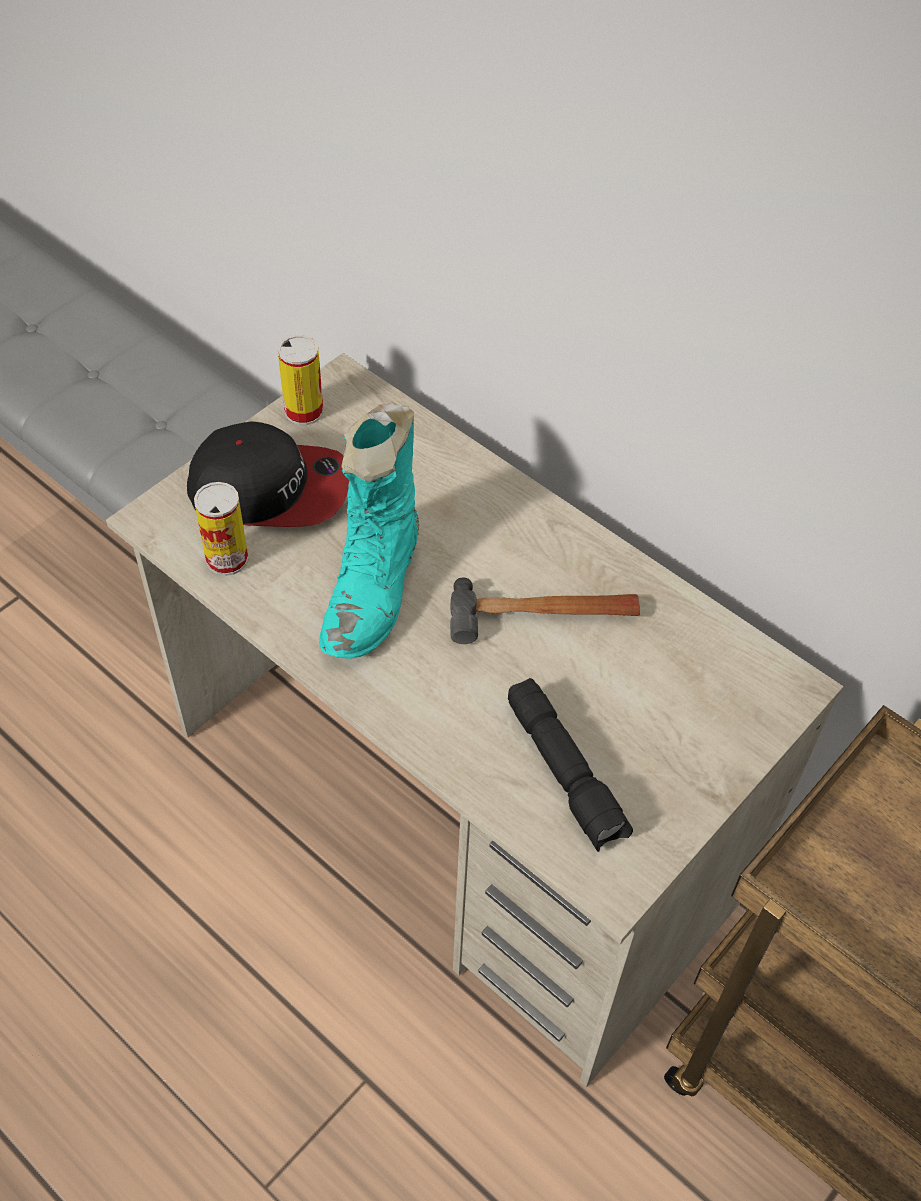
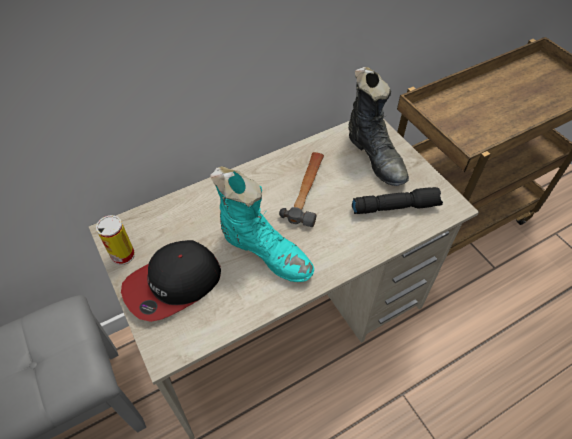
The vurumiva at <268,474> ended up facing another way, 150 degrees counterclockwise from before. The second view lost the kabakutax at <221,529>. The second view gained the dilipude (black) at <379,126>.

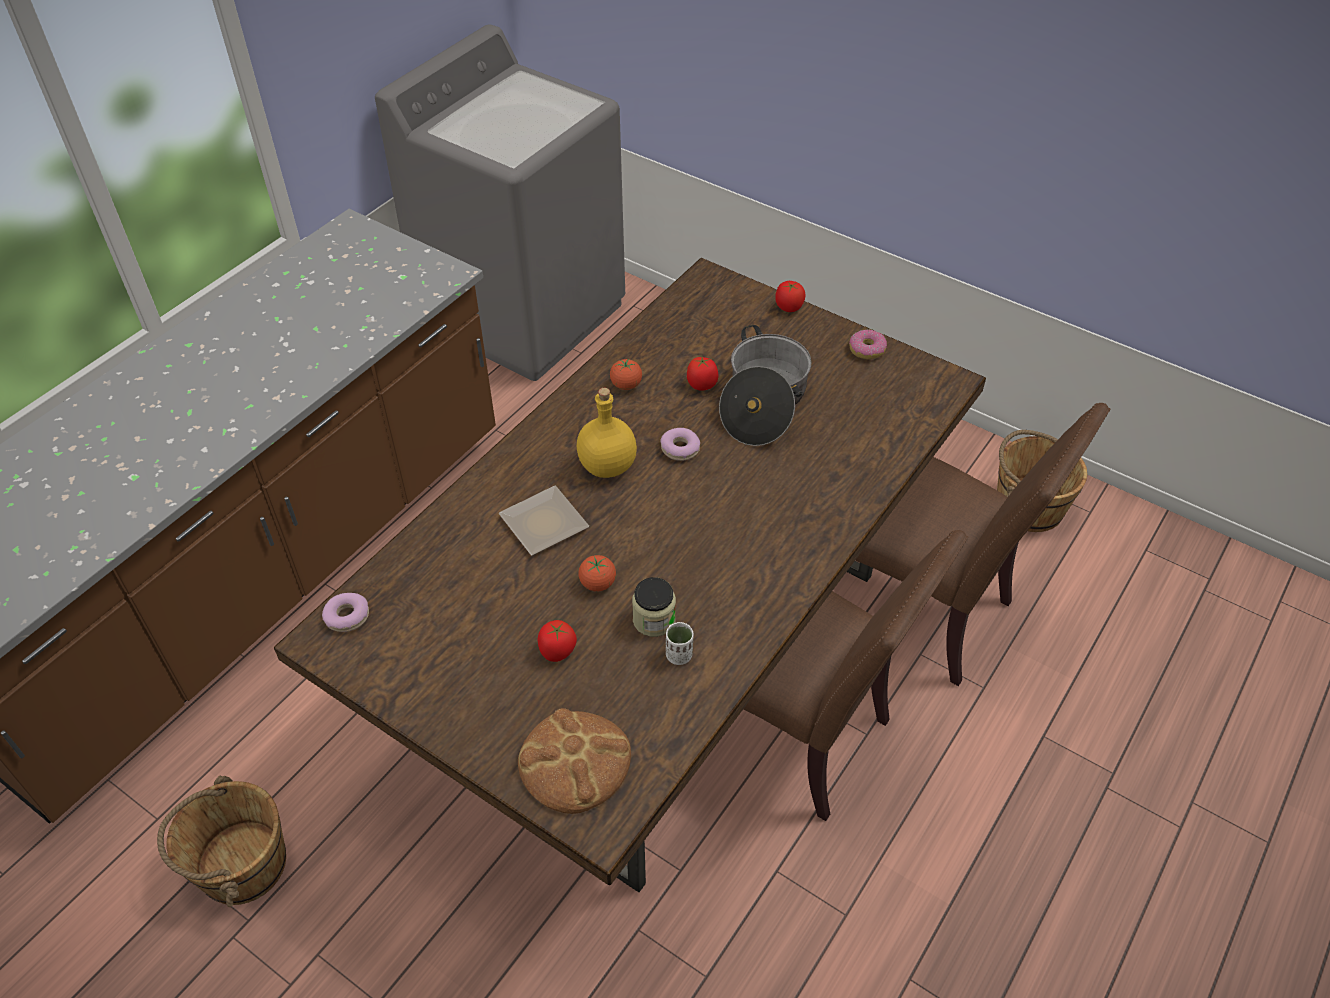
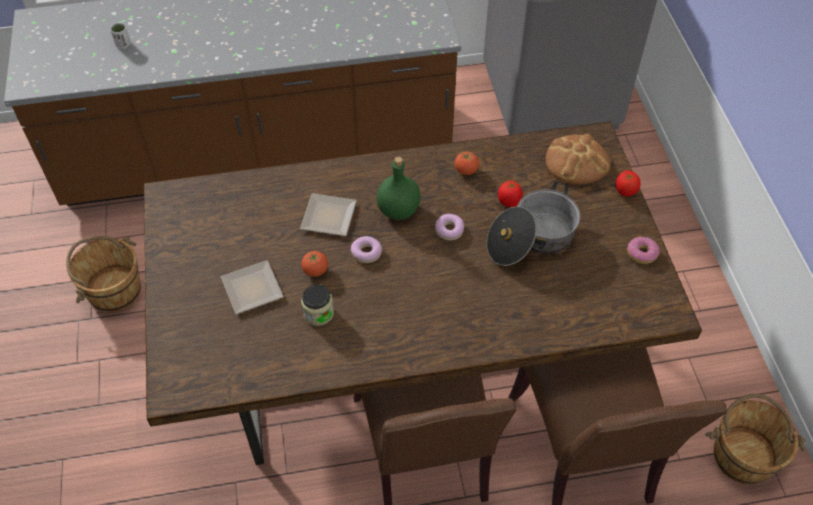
The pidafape ended up elsewhere, having gone from <345,612> to <366,249>. The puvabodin ended up elsewhere, having gone from <574,761> to <578,158>. Where the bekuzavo stood at <557,641>, the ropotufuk came to stand at <252,287>. What was the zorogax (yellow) at <607,433> turned into the zorogax (green) at <398,188>. The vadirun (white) ended up elsewhere, having gone from <680,643> to <120,35>.

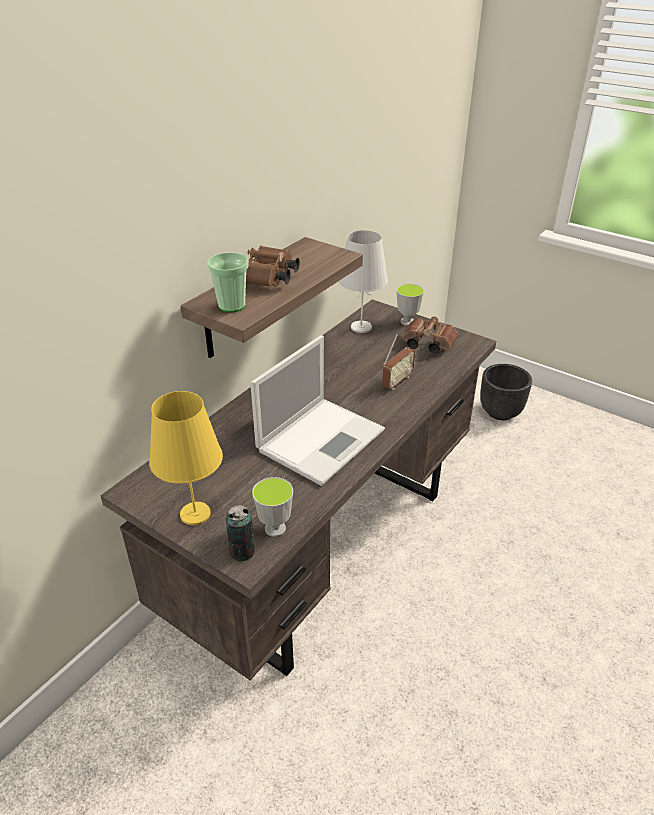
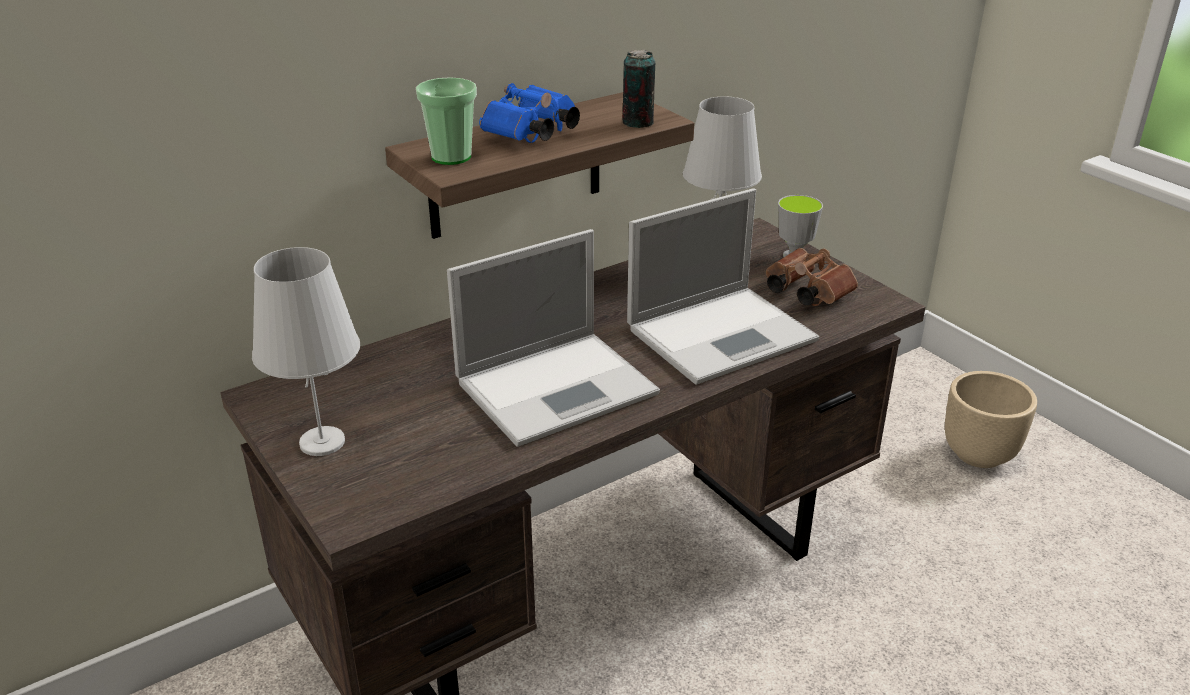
What was the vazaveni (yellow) at <186,458> turned into the vazaveni (white) at <306,351>. The kabakutax ended up elsewhere, having gone from <240,533> to <638,88>. What was the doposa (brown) at <273,266> turned into the doposa (blue) at <529,113>. The second view lost the vadirun at <272,507>. Where the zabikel stood at <398,362>, the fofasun came to stand at <723,287>. What was the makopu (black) at <506,392> turned into the makopu (beige) at <991,419>.

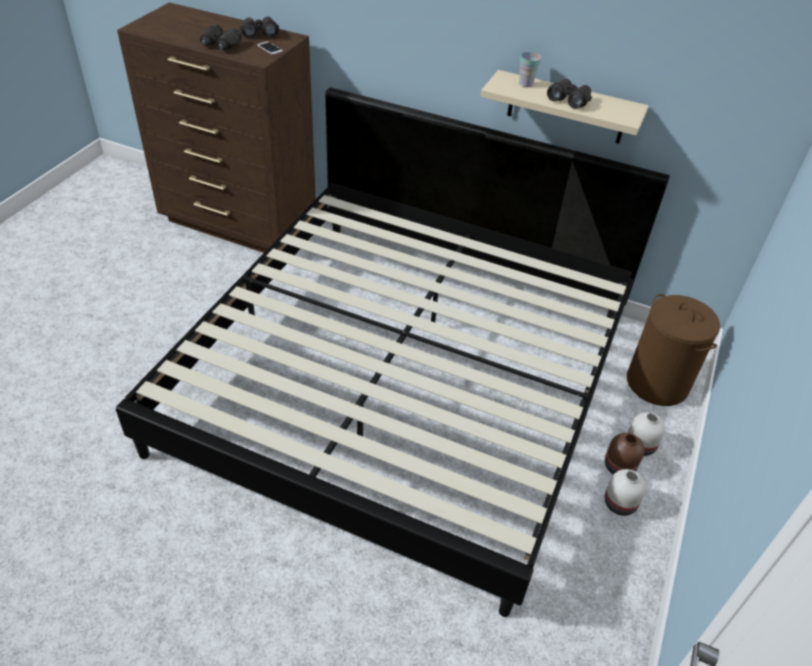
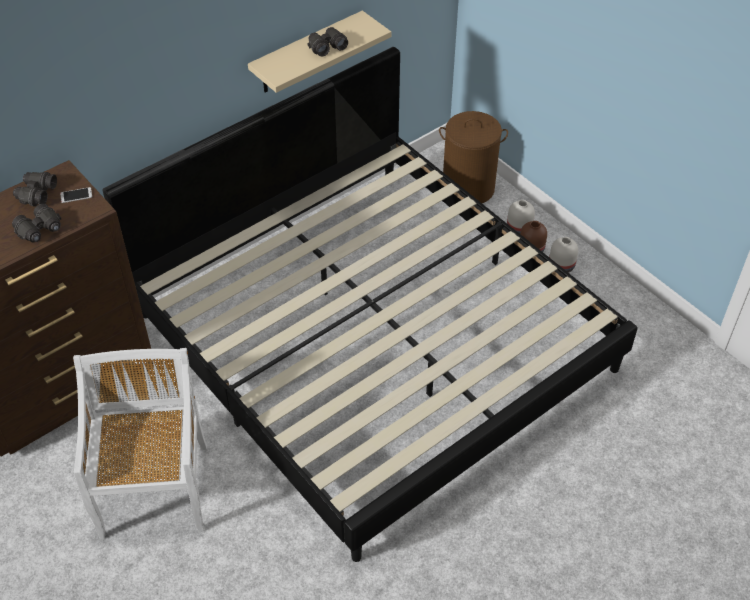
The second view lost the vadirun at <530,69>. The second view gained the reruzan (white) at <140,444>.

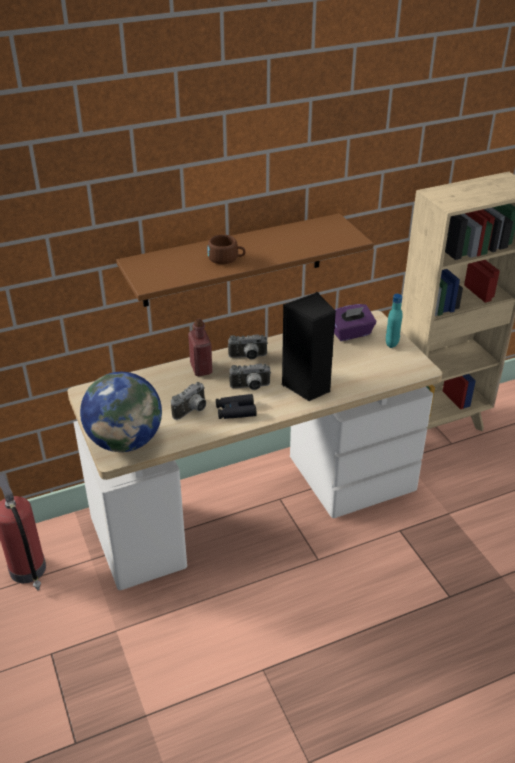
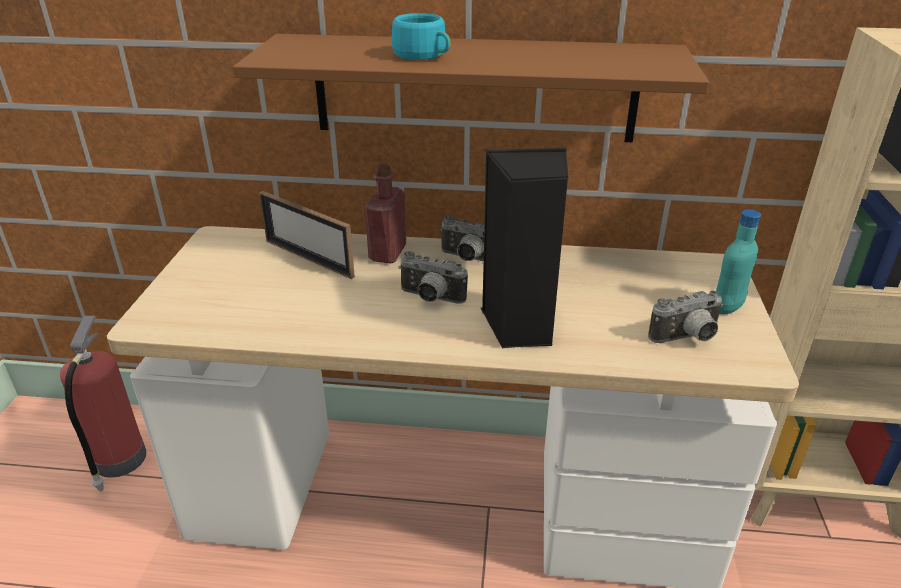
The second view lost the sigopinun at <121,412>. The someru ended up elsewhere, having gone from <188,401> to <685,316>. What was the vadirun (brown) at <226,249> turned into the vadirun (turquoise) at <421,36>. The second view lost the doposa (black) at <236,406>. The second view lost the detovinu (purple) at <355,322>. The second view gained the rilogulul at <307,235>.

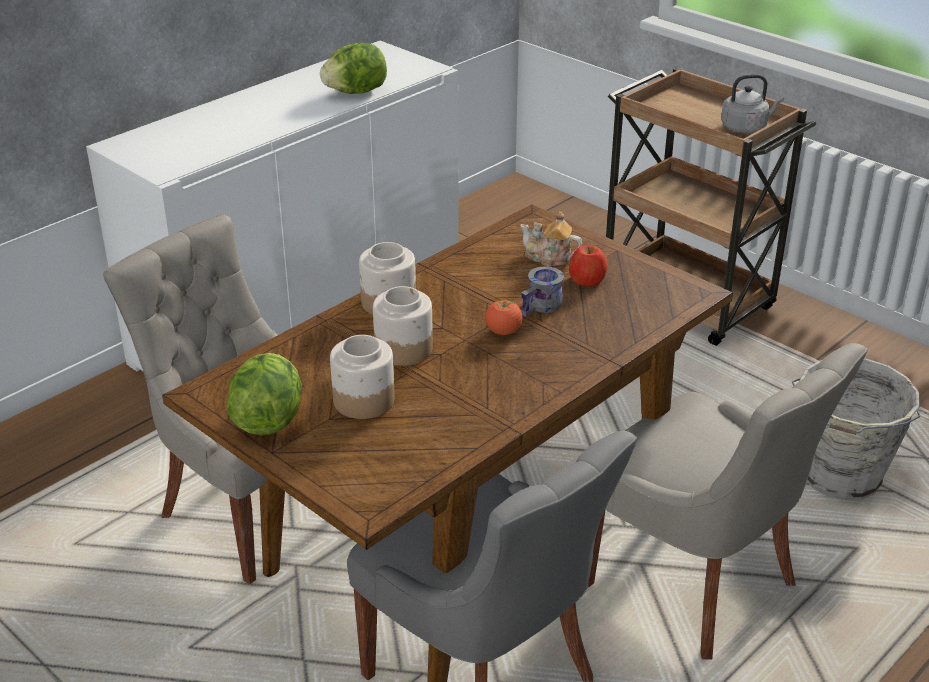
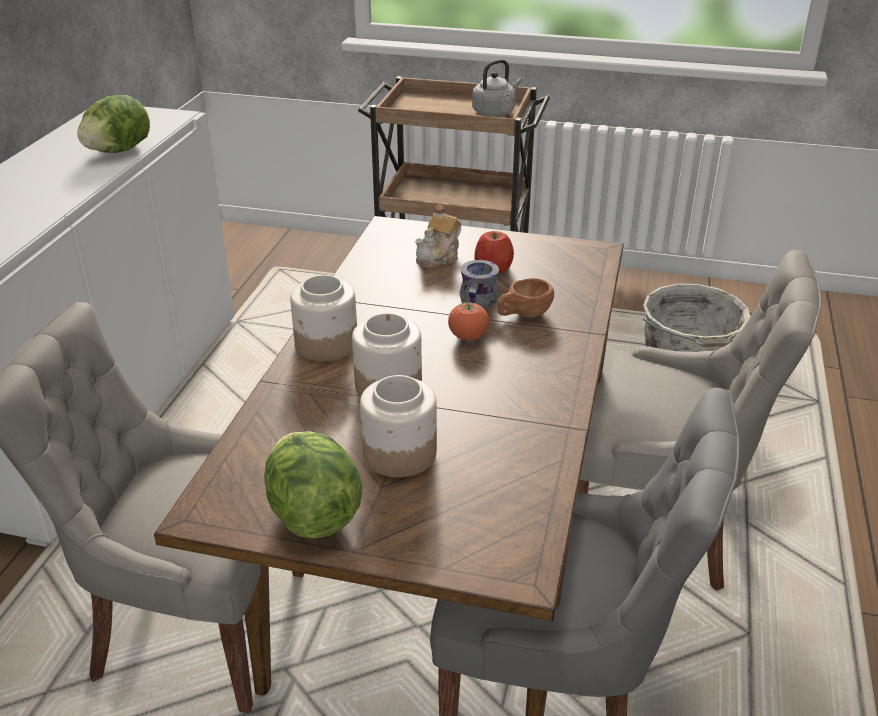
The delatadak at <551,239> ended up facing another way, 45 degrees counterclockwise from before. The second view gained the vadirun (brown) at <526,298>.

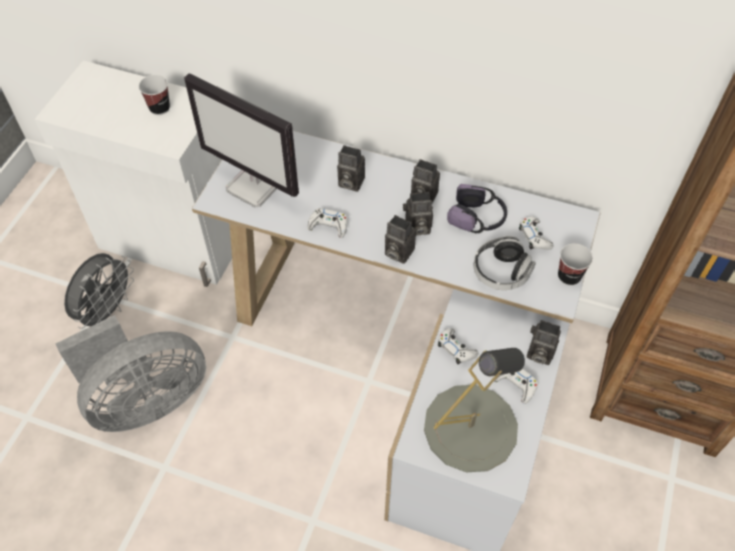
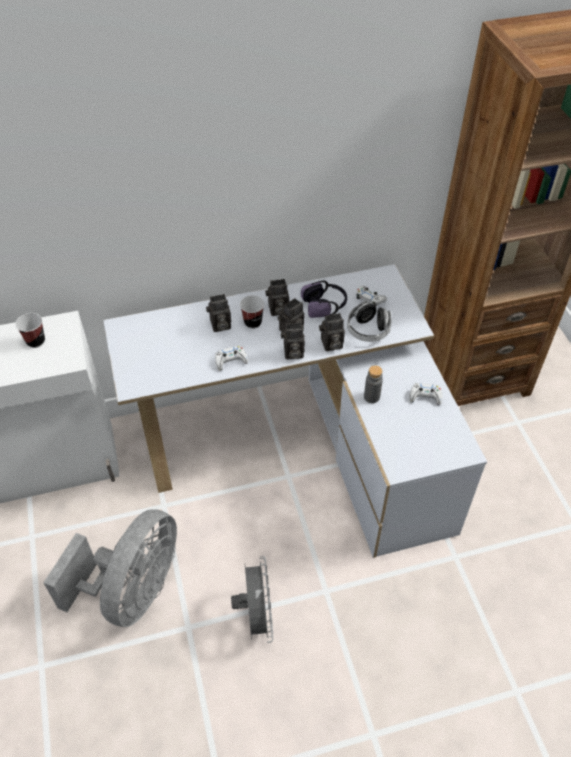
The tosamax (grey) ended up elsewhere, having gone from <99,291> to <252,599>. The second view lost the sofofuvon at <241,140>. The second view lost the vazaveni (grey) at <474,410>. Where the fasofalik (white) stood at <458,346>, the zorogax (grey) came to stand at <373,384>. The someru ended up elsewhere, having gone from <544,342> to <332,332>. The vadirun ended up elsewhere, having gone from <575,264> to <252,312>.

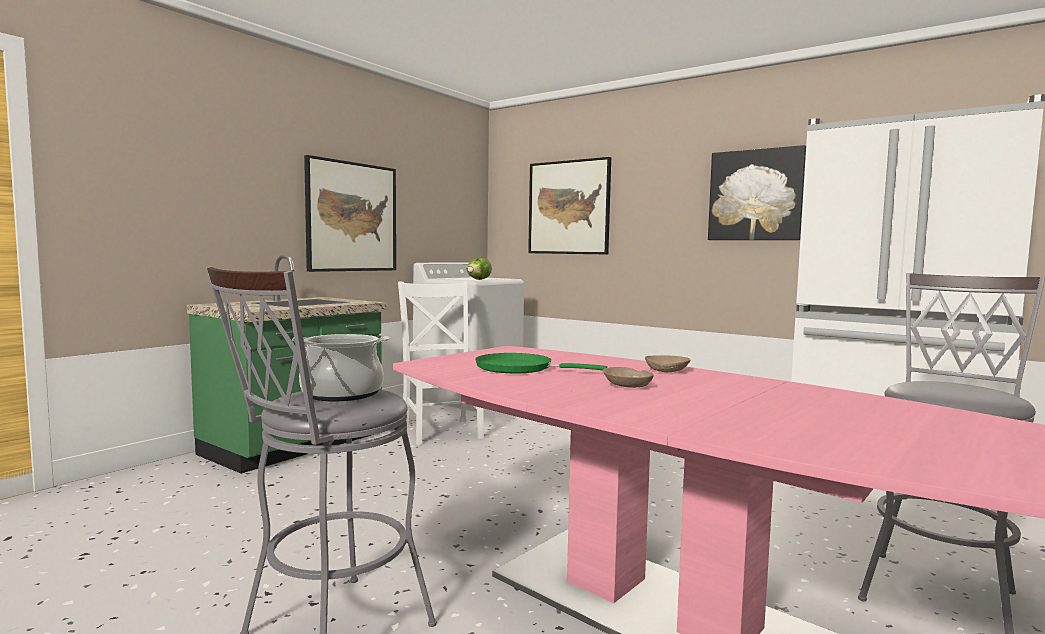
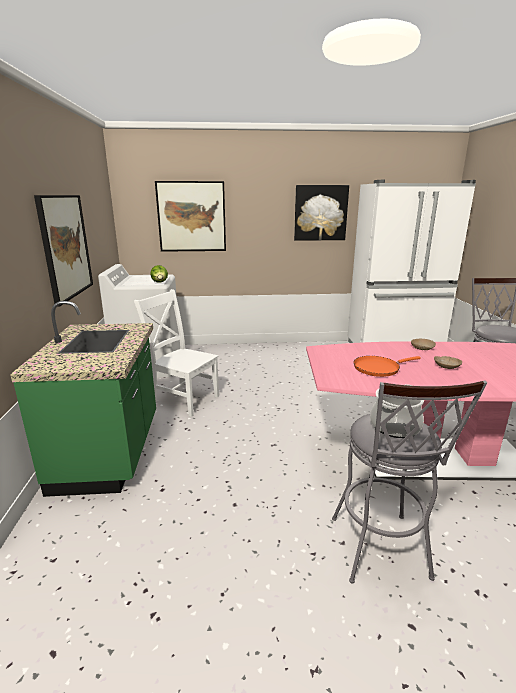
What was the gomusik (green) at <541,363> turned into the gomusik (orange) at <387,366>.

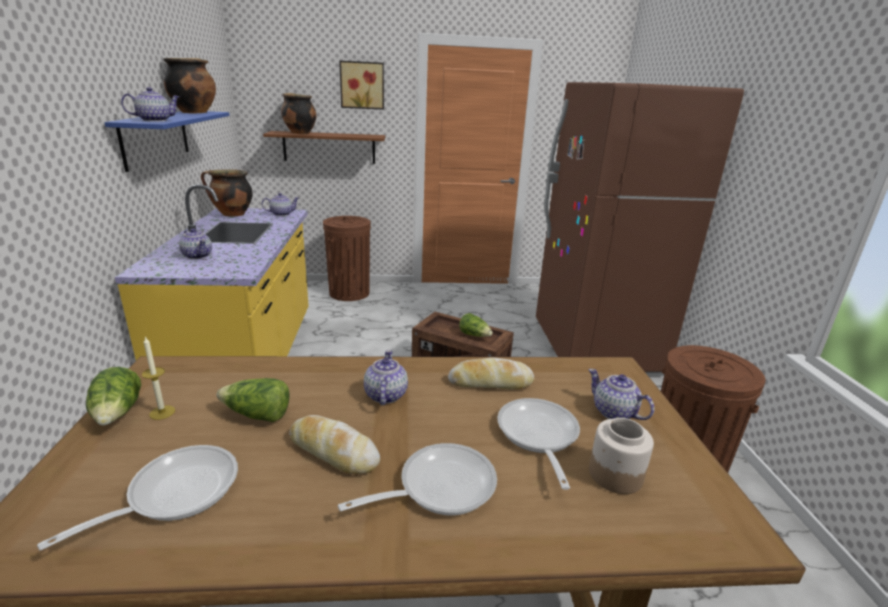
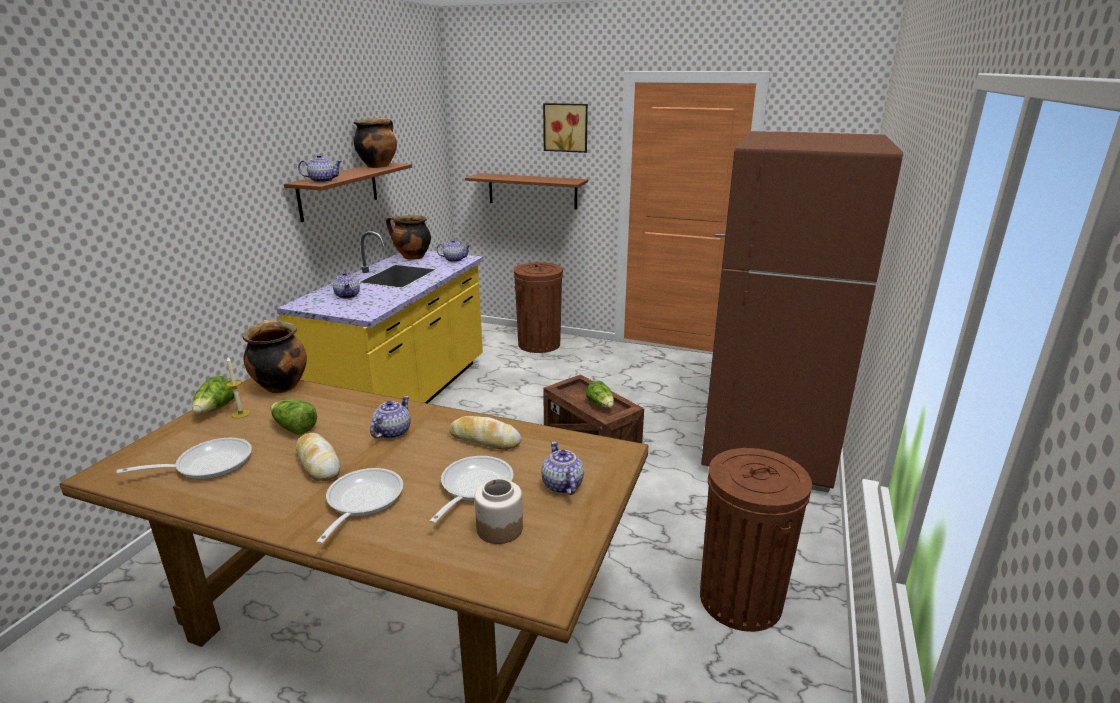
What was the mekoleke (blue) at <167,141> turned into the mekoleke (brown) at <348,192>. The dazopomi ended up elsewhere, having gone from <299,113> to <275,356>. The gomusik at <417,479> ended up facing another way, 75 degrees counterclockwise from before.

